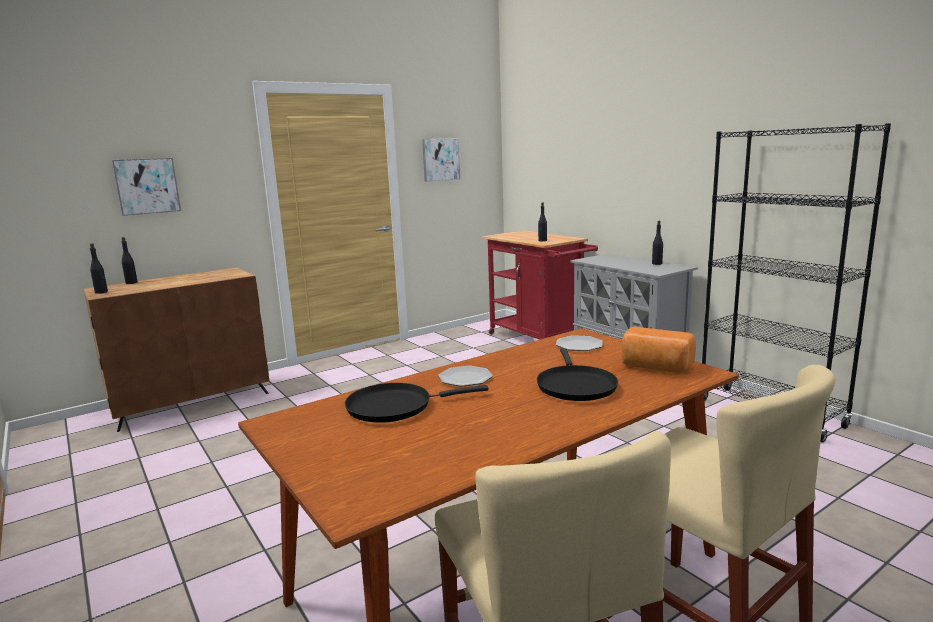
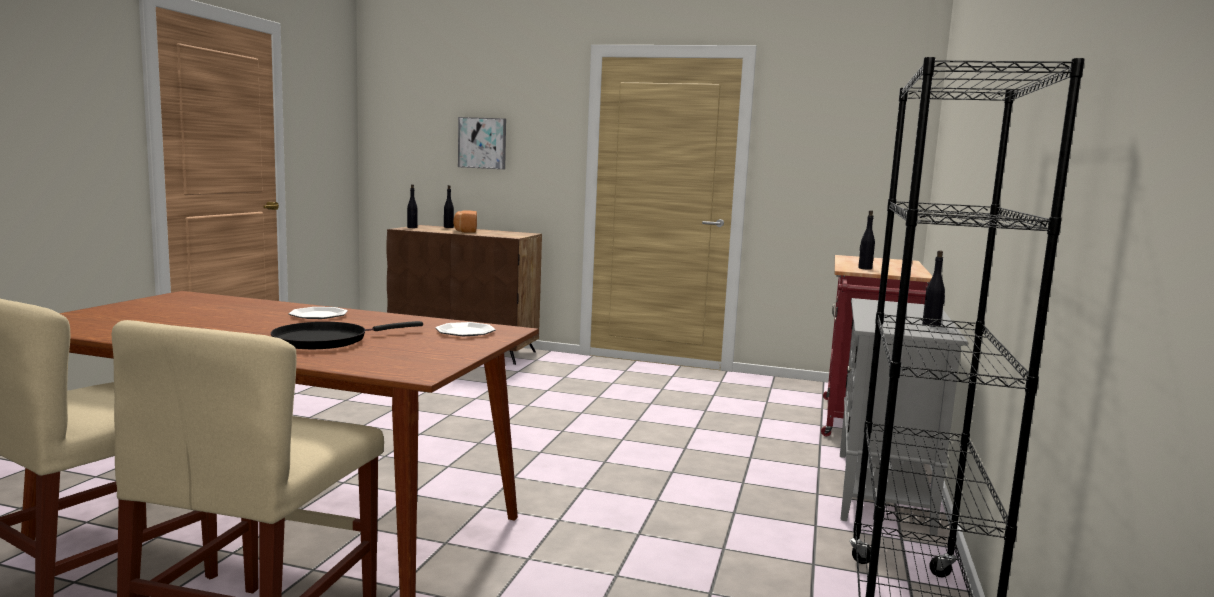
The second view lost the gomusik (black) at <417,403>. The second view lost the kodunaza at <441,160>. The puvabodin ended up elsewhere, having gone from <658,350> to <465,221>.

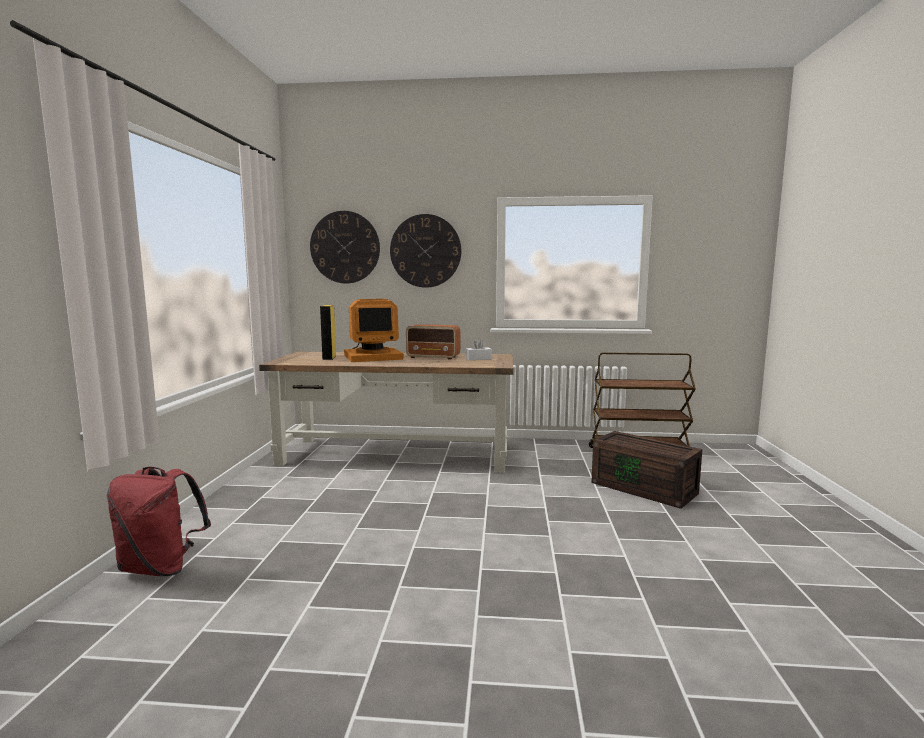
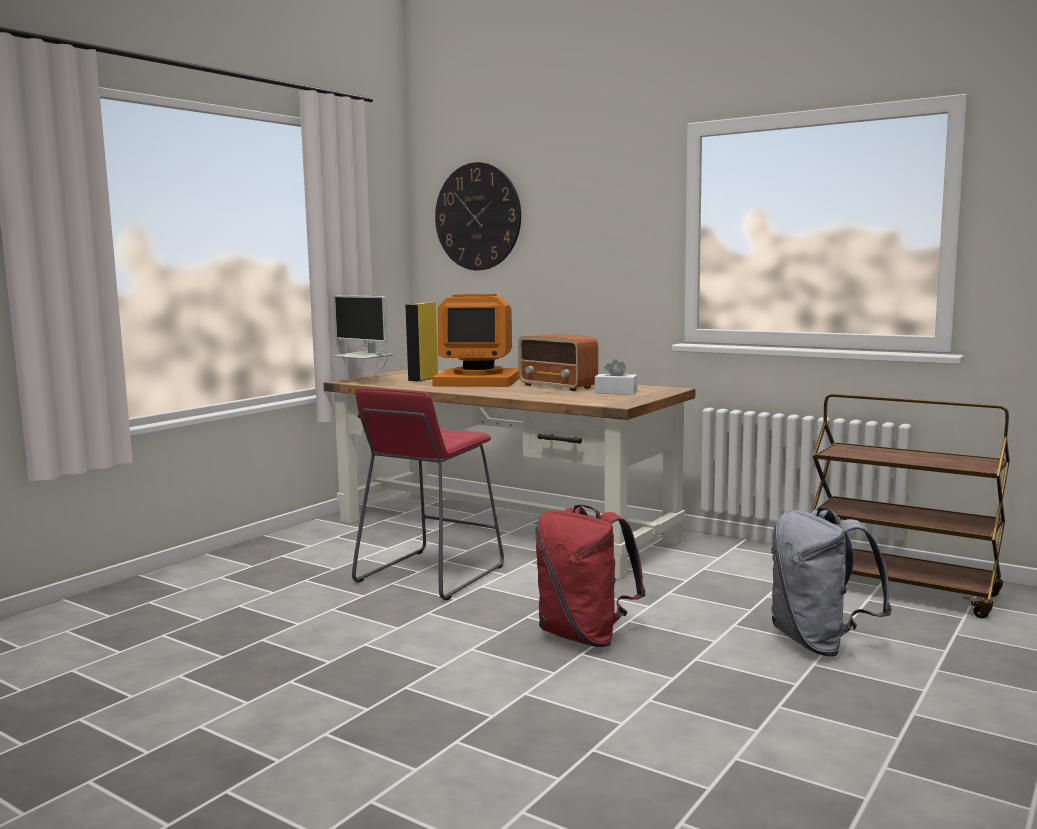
The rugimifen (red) ended up elsewhere, having gone from <159,521> to <590,576>. The second view lost the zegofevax at <425,251>. Where the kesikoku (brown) stood at <646,470>, the rugimifen (grey) came to stand at <831,582>. The second view gained the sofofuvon at <363,339>. The second view gained the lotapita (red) at <428,494>.

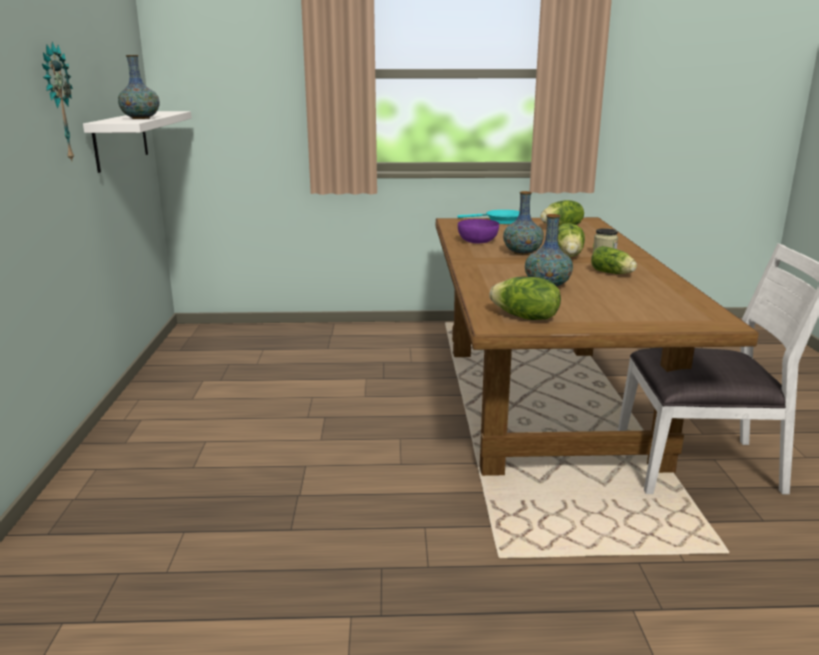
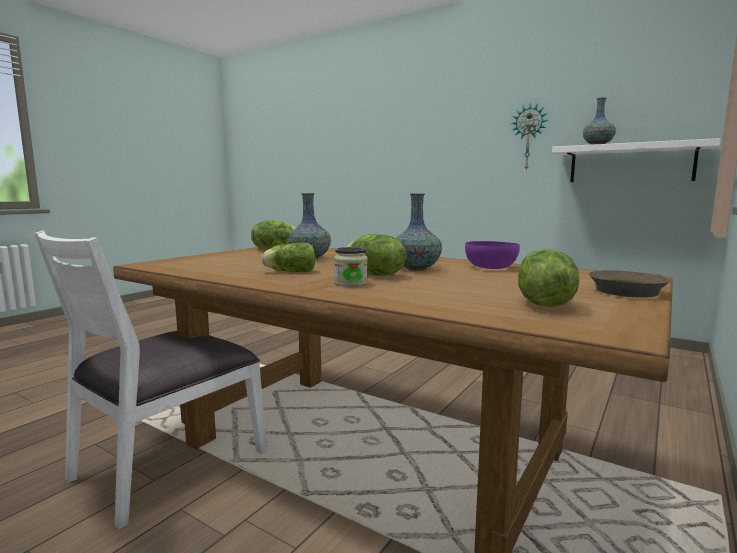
What was the gomusik (turquoise) at <488,217> turned into the gomusik (brown) at <630,284>.

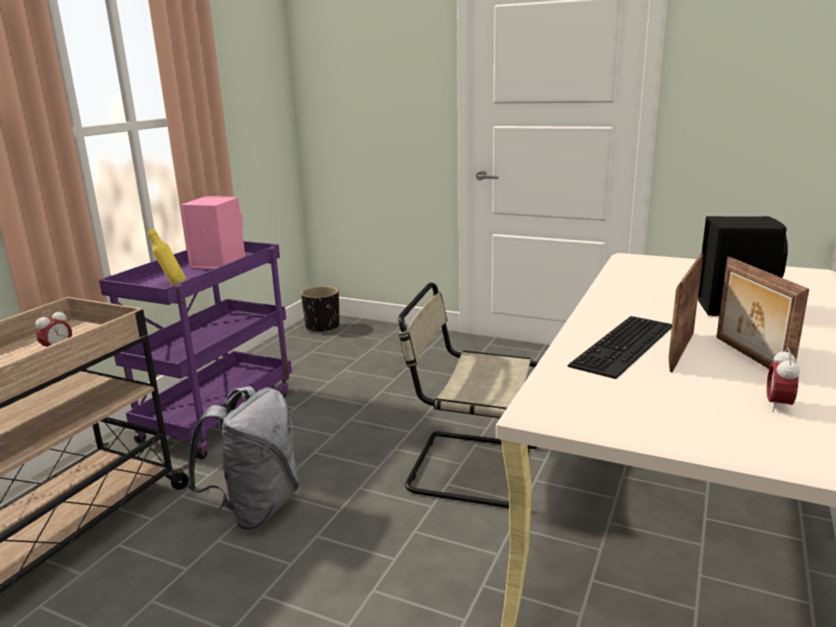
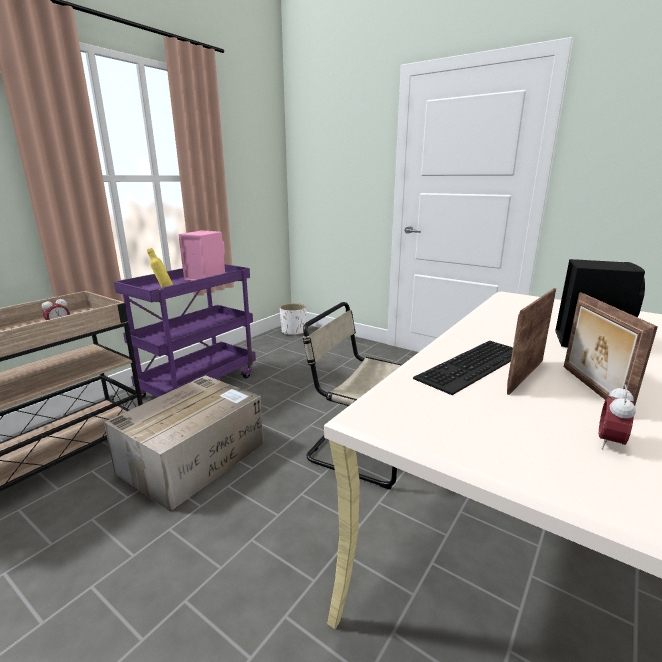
Where the rugimifen (grey) stood at <243,458>, the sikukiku came to stand at <184,443>. What was the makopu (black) at <320,309> turned into the makopu (white) at <293,319>.

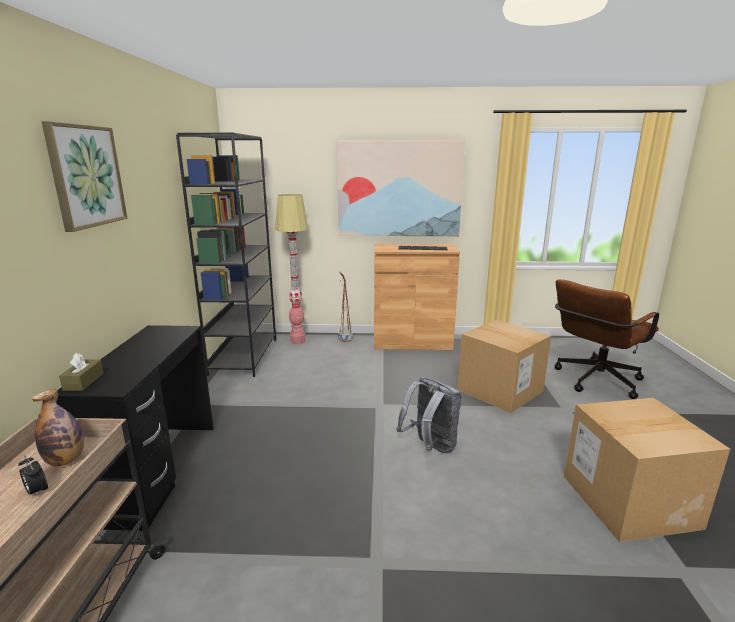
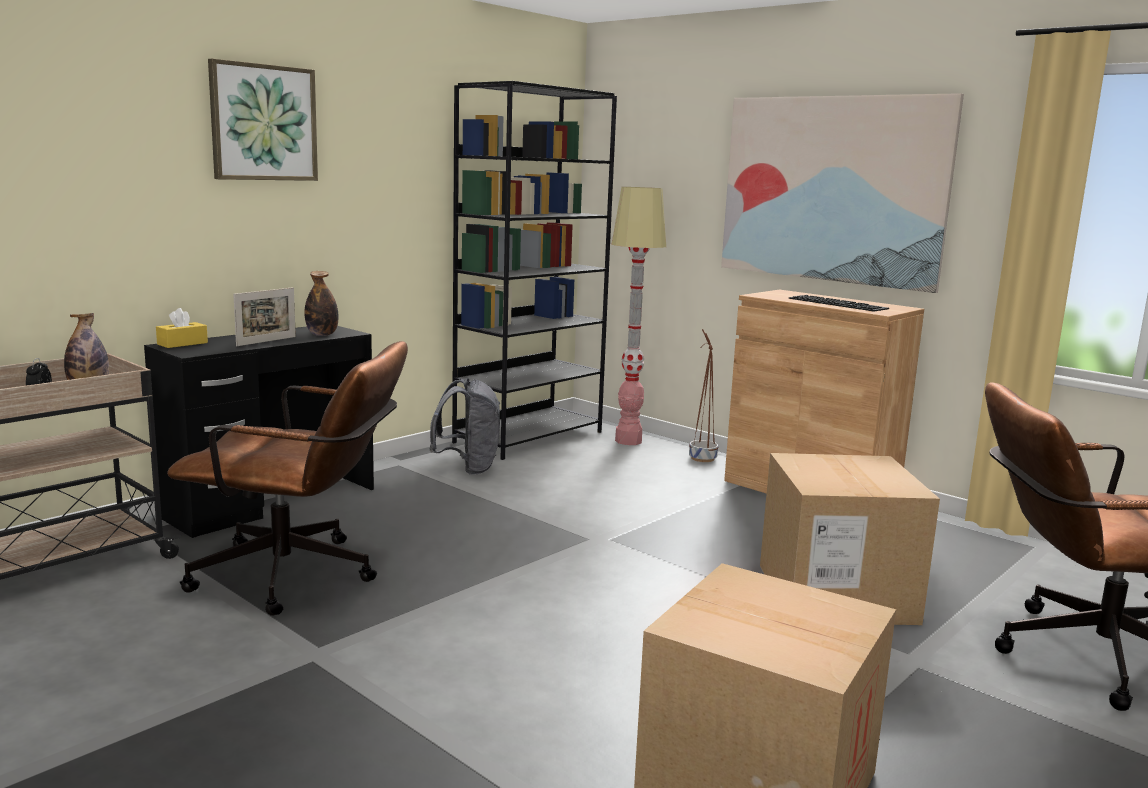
What was the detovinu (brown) at <81,372> turned into the detovinu (yellow) at <182,328>. The rugimifen (grey) ended up elsewhere, having gone from <429,415> to <465,426>. The second view gained the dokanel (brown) at <287,478>. The second view gained the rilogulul at <264,316>. The second view gained the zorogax at <321,303>.

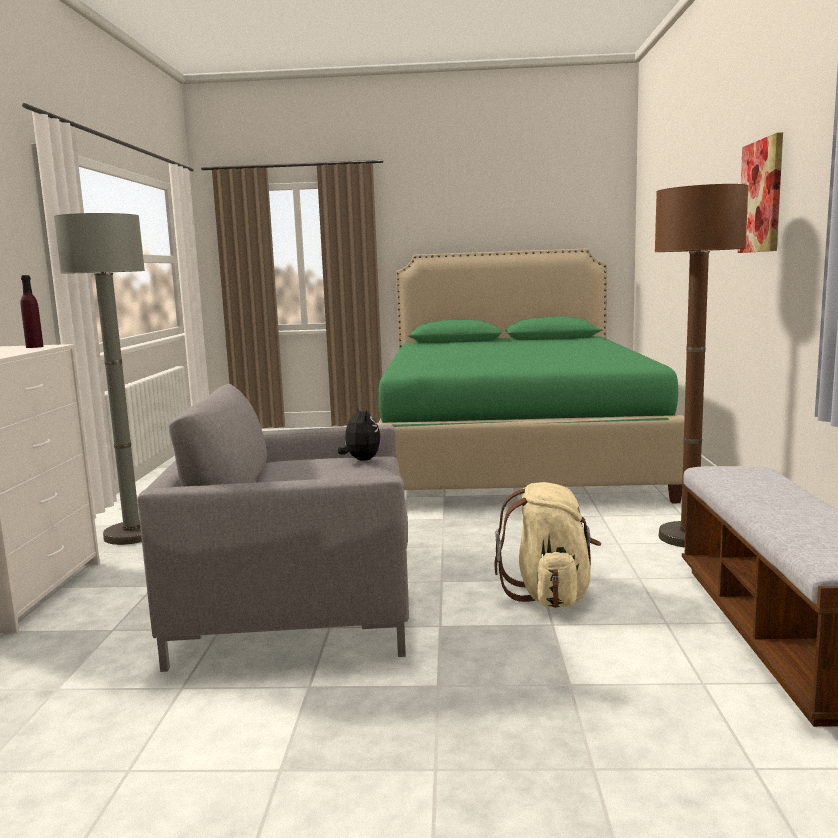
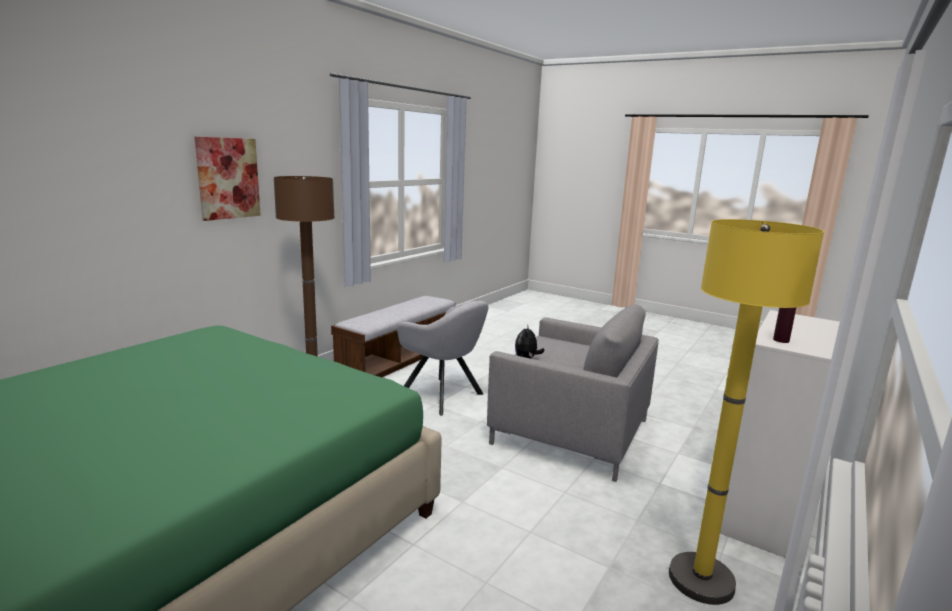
What was the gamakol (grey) at <99,379> turned into the gamakol (yellow) at <746,412>. Where the rugimifen (beige) stood at <547,545>, the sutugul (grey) came to stand at <442,358>.

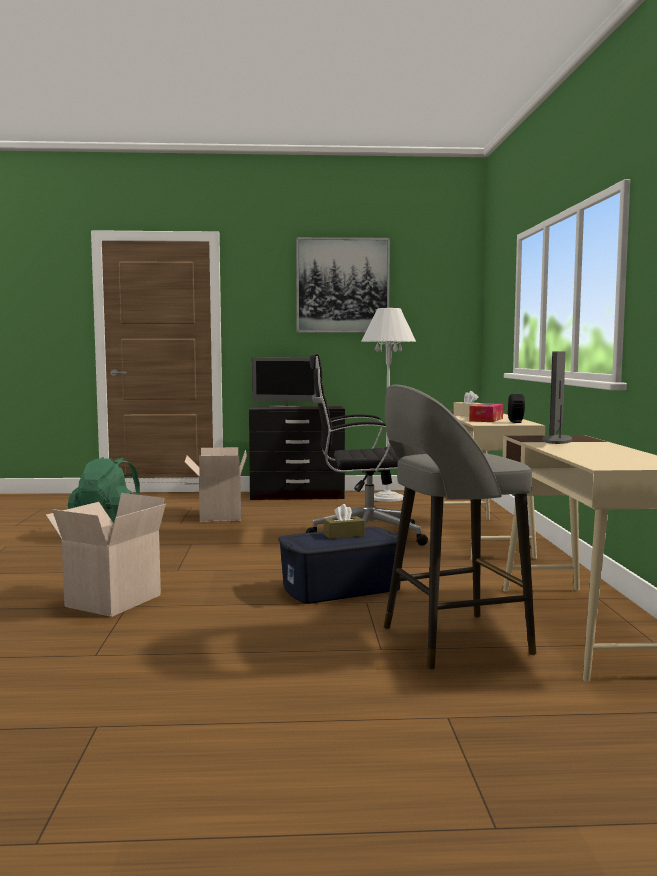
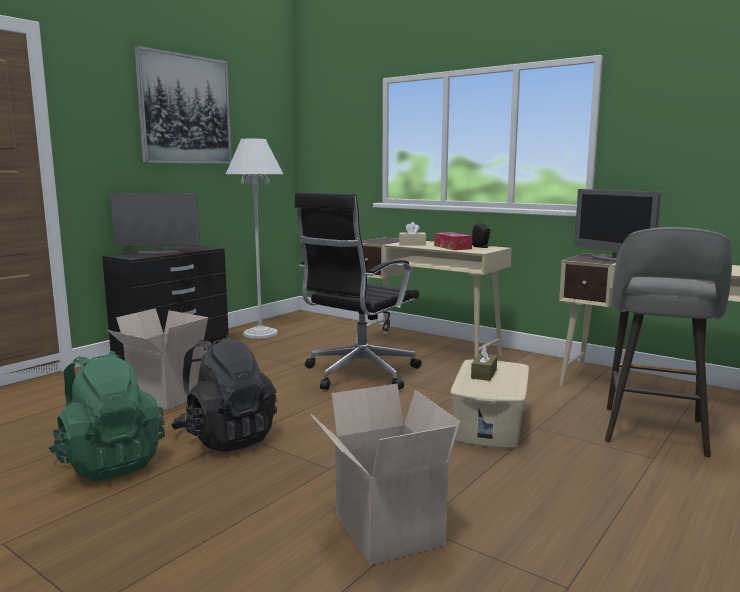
The sofofuvon at <284,382> ended up facing another way, 150 degrees counterclockwise from before. What was the kesikoku (blue) at <340,565> turned into the kesikoku (beige) at <489,404>. The second view gained the rugimifen (black) at <224,393>.

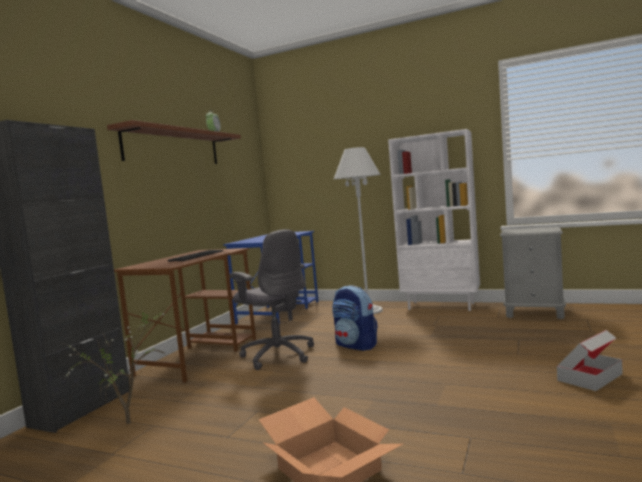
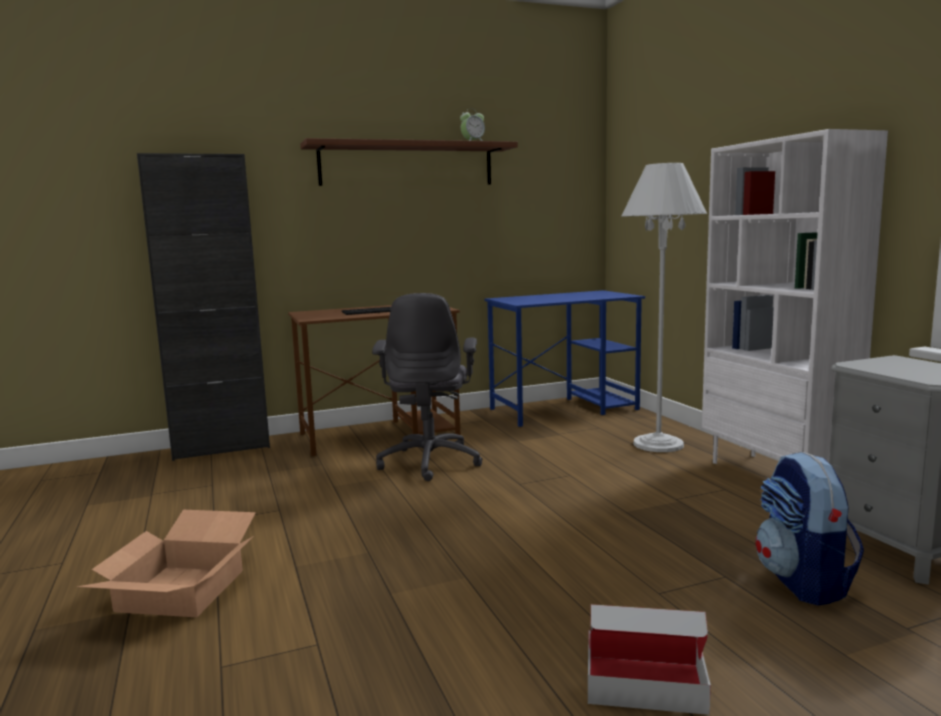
The second view lost the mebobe at <113,368>. The rugimifen ended up elsewhere, having gone from <355,318> to <810,529>.

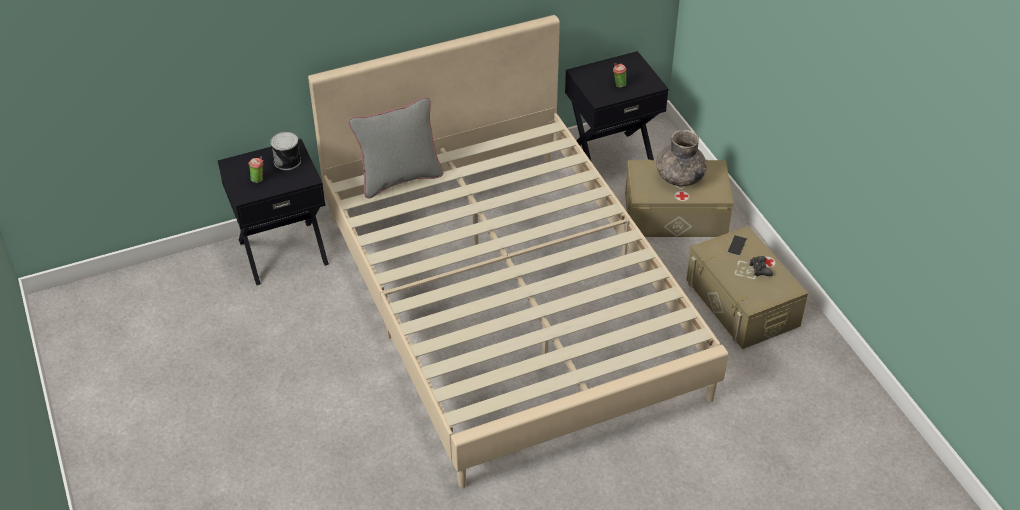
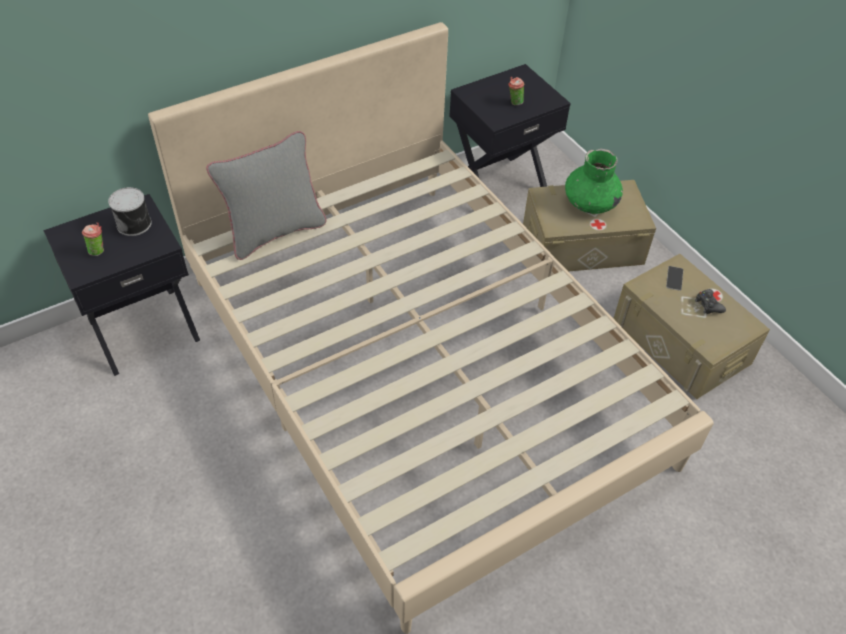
What was the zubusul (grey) at <681,158> turned into the zubusul (green) at <594,181>.

